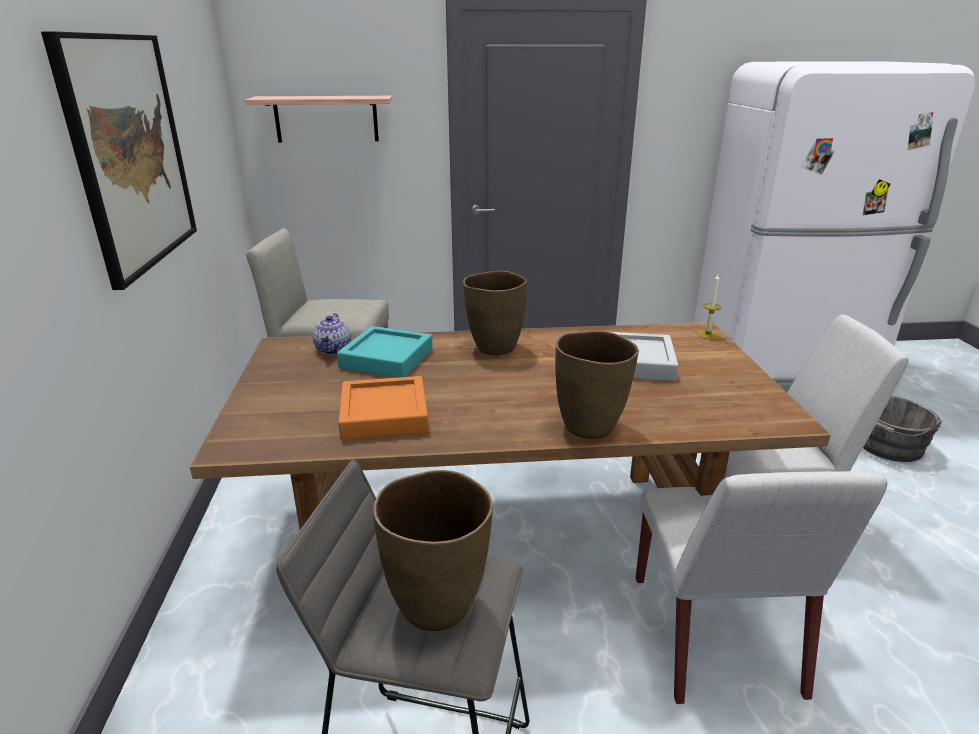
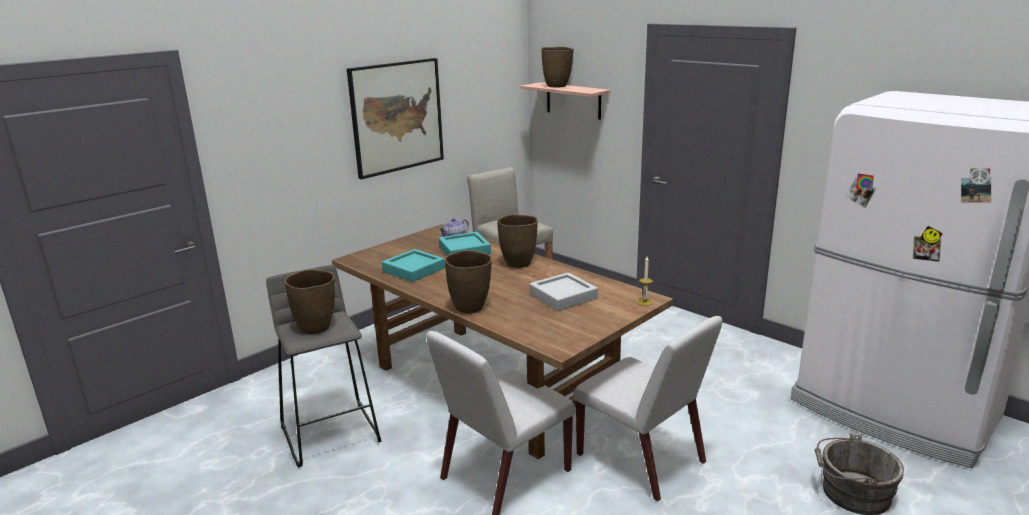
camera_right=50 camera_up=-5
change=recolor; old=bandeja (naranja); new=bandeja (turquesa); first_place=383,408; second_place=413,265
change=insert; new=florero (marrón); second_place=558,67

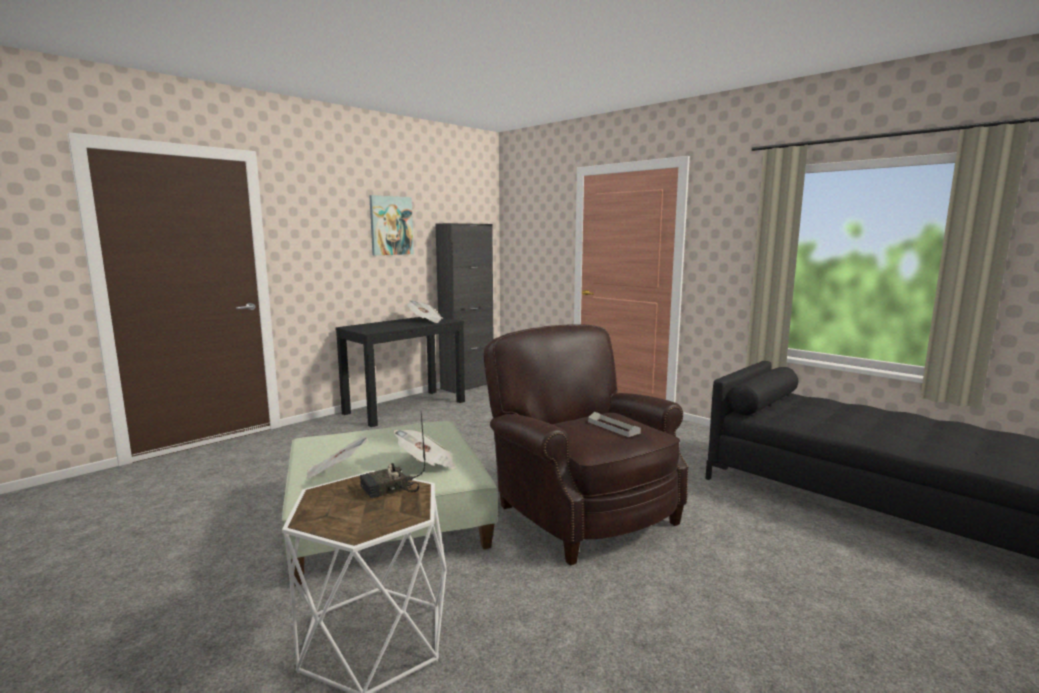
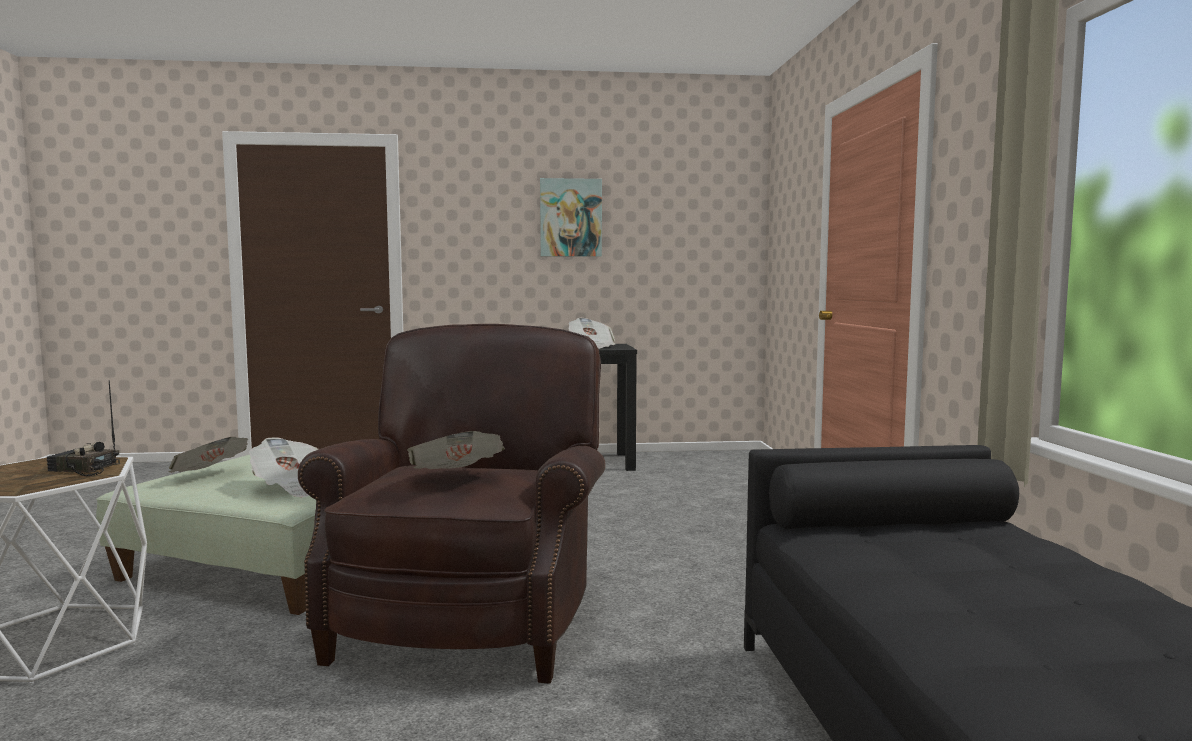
camera_right=40 camera_up=-5
change=delete; old=armario (negro); first_place=464,308
change=replace; old=bandeja (gris); new=periódico; first_place=614,424; second_place=456,450

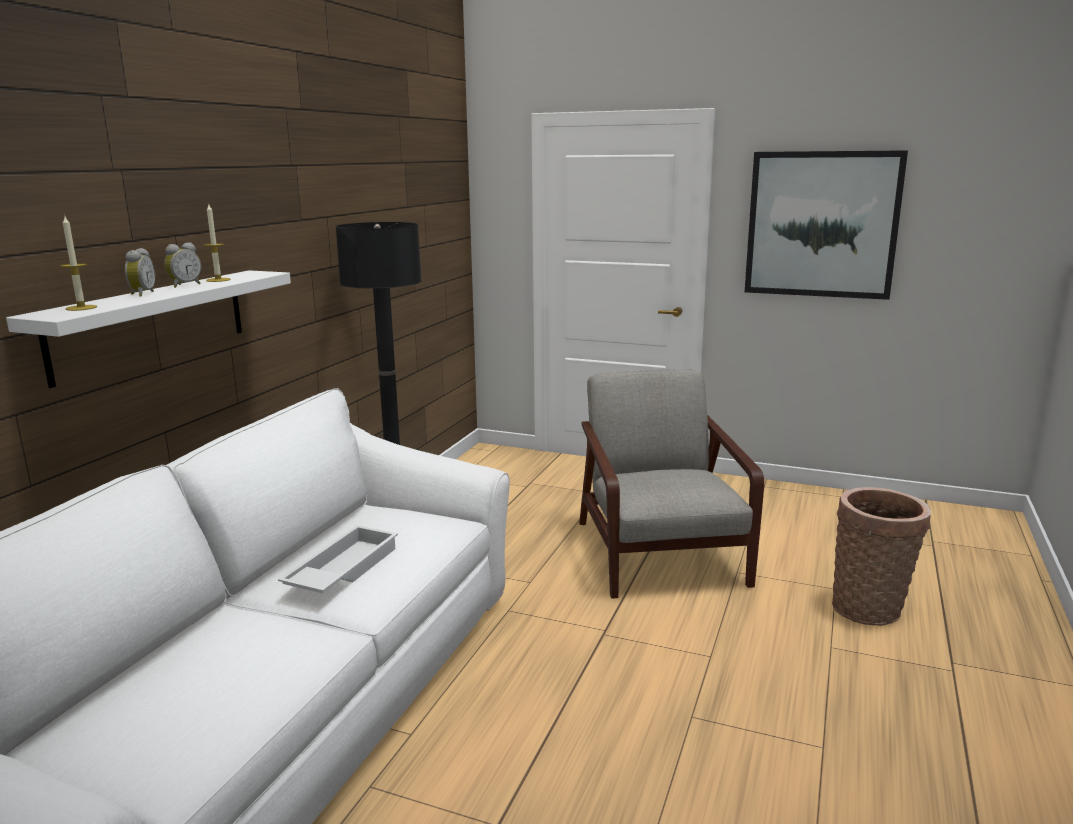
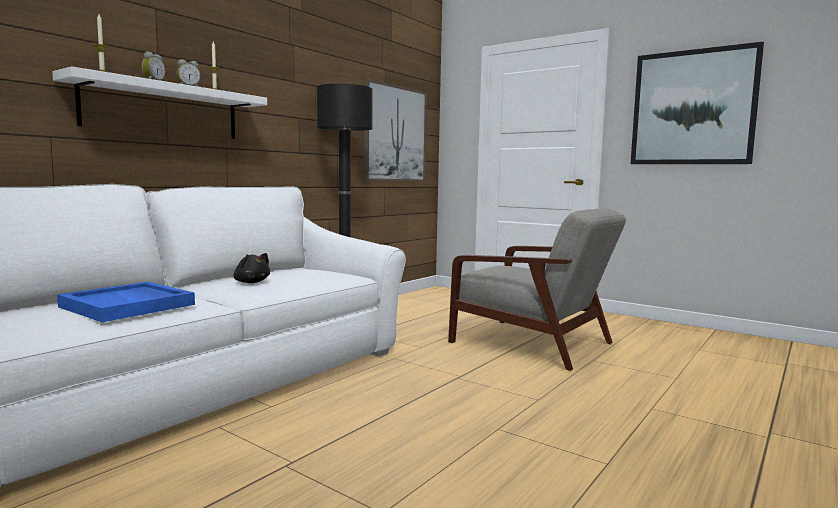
camera_right=15 camera_up=-10
change=replace; old=bandeja (blanco); new=peluche (negro); first_place=338,559; second_place=252,268
change=rotate; old=sillón (gris); first_place=671,484; second_place=537,290; degrees=120
change=delete; old=cesta; first_place=881,556
change=insert; new=bandeja (azul); second_place=126,302
change=insert; new=cuadro; second_place=395,130

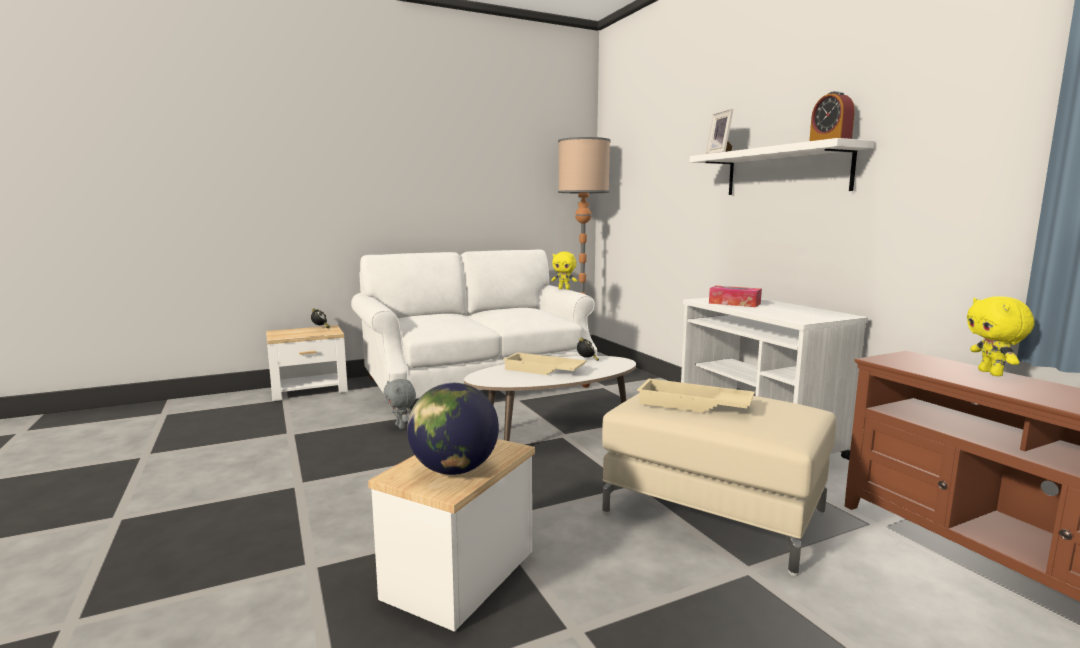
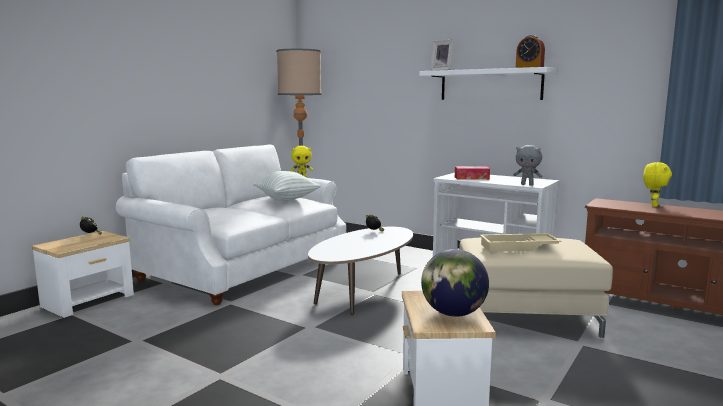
camera_right=-30 camera_up=0
change=move; old=peluche (gris); first_place=399,404; second_place=527,165
change=delete; old=bandeja (beis); first_place=545,363
change=rotate; old=peluche (amarillo); first_place=1001,336; second_place=657,184; degrees=-120
change=insert; new=cojín; second_place=287,186

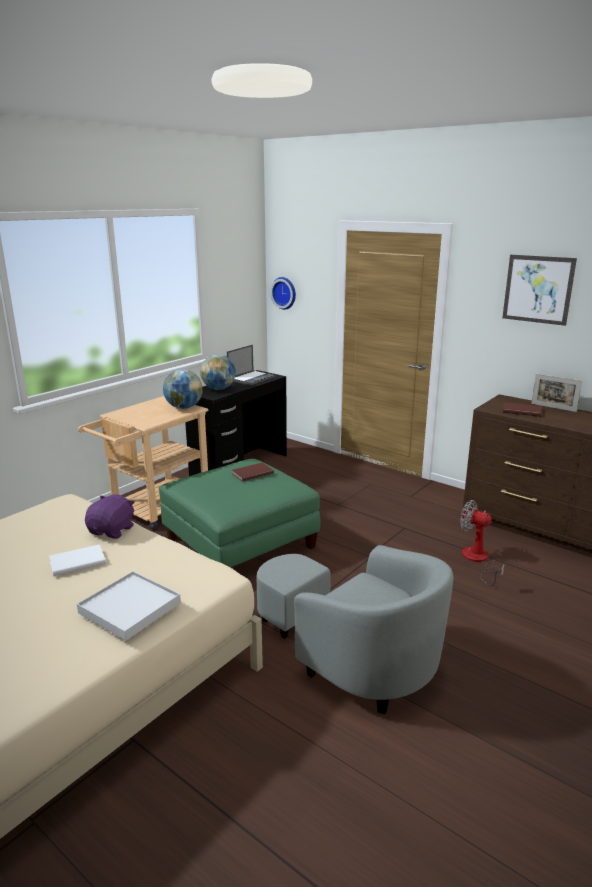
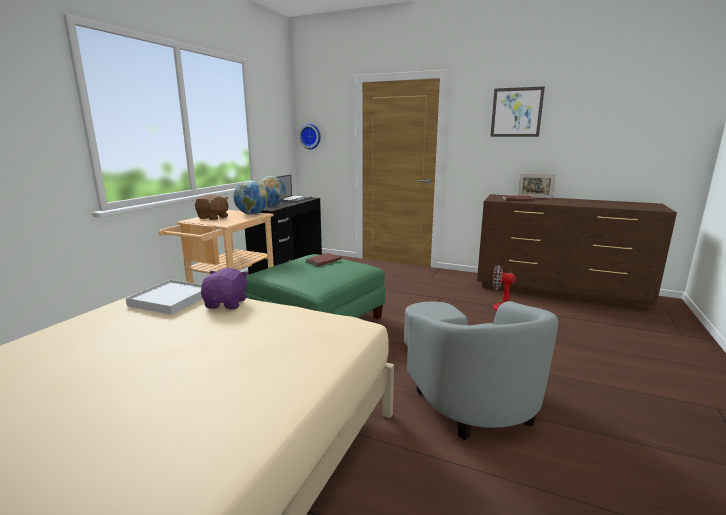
camera_right=-15 camera_up=-5
change=delete; old=libro (blanco); first_place=77,560
change=move; old=bandeja (blanco); first_place=129,606; second_place=164,297
change=rotate; old=sillón (gris); first_place=355,629; second_place=481,370; degrees=45
change=insert; new=peluche (marrón); second_place=212,207

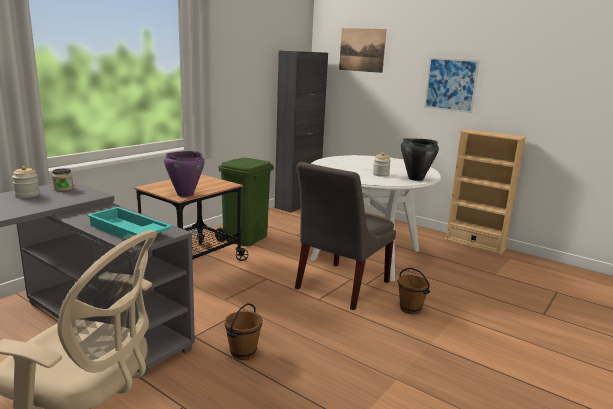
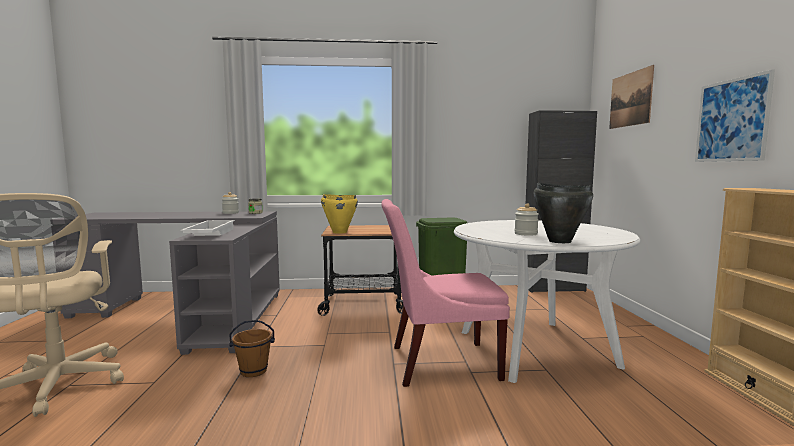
camera_right=50 camera_up=-10
change=recolor; old=bandeja (turquesa); new=bandeja (blanco); first_place=130,222; second_place=207,228
change=recolor; old=olla (morado); new=olla (amarillo); first_place=184,174; second_place=339,214
change=recolor; old=silla (gris); new=silla (rosa); first_place=345,236; second_place=446,293
change=delete; old=cubo (marrón); first_place=413,291

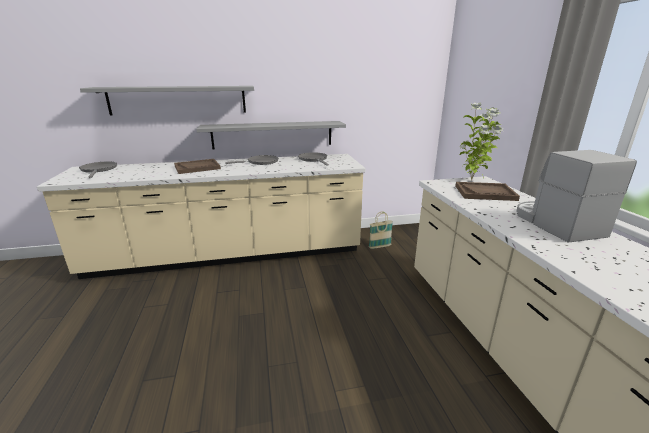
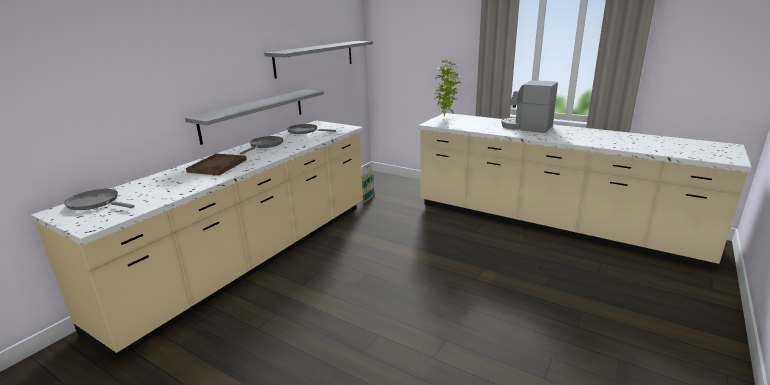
camera_right=-45 camera_up=0
change=move; old=estante (gris); first_place=167,100; second_place=318,60
change=delete; old=bandeja (marrón); first_place=487,191

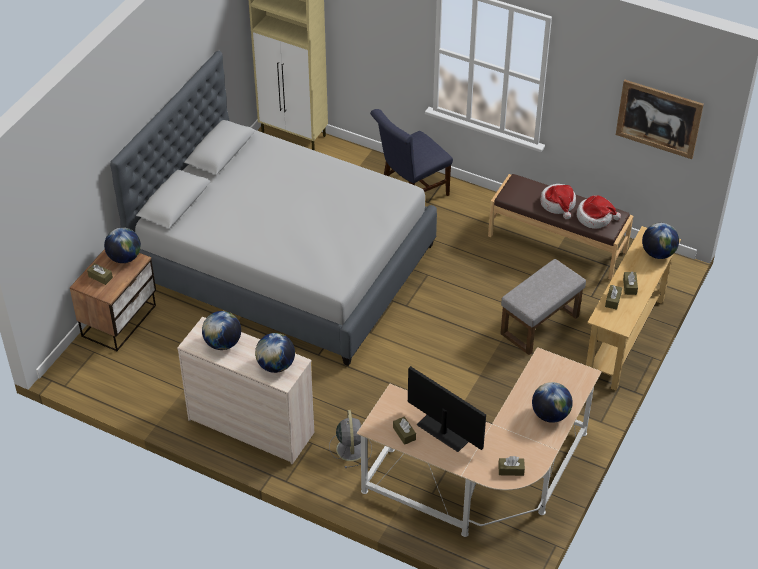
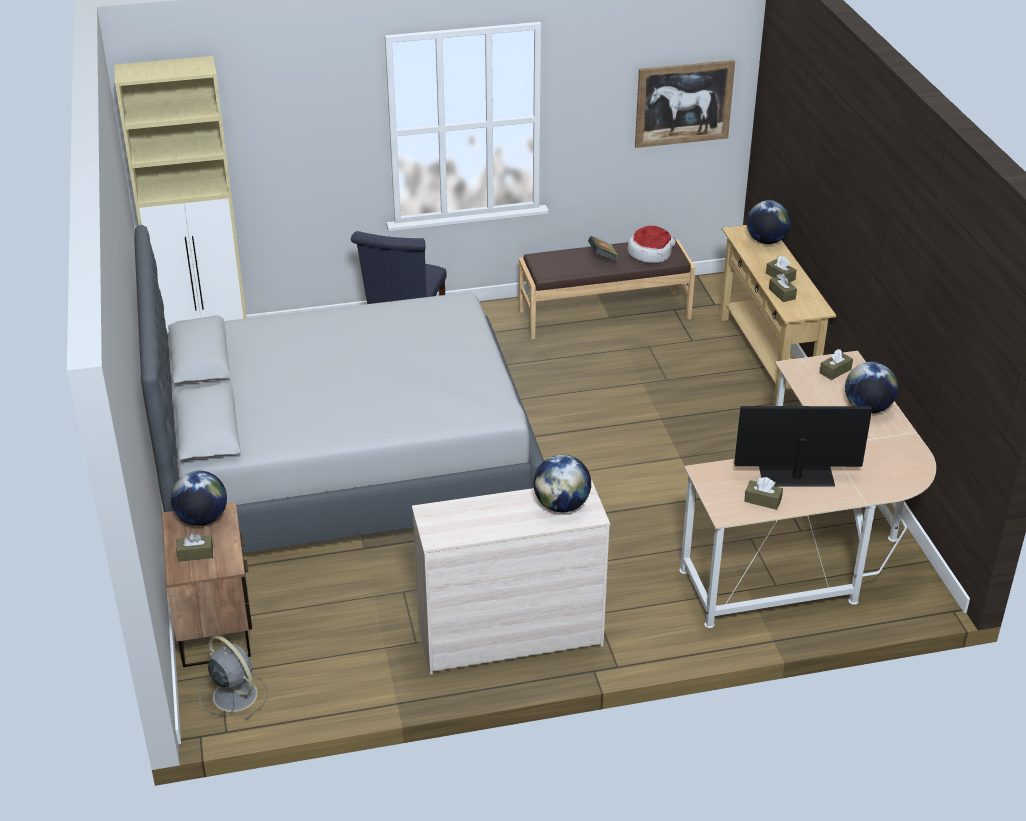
camera_right=-40 camera_up=-10
change=delete; old=globo terráqueo; first_place=221,330
change=move; old=ventilador (gris); first_place=350,439; second_place=233,678
change=move; old=caja de pañuelos (marrón); first_place=511,466; second_place=836,364
change=delete; old=puf (gris); first_place=543,307
change=replace; old=sombrero; new=libro; first_place=558,202; second_place=603,248

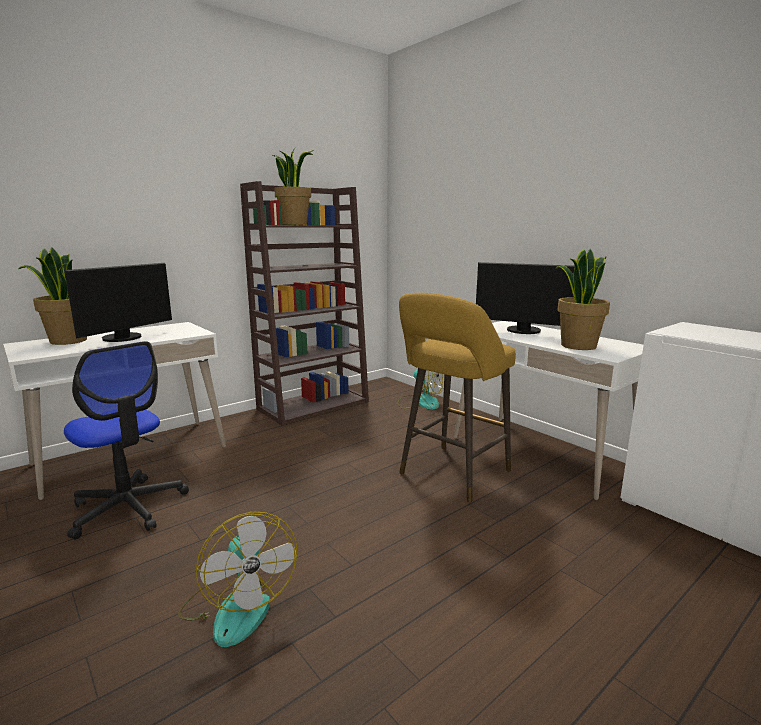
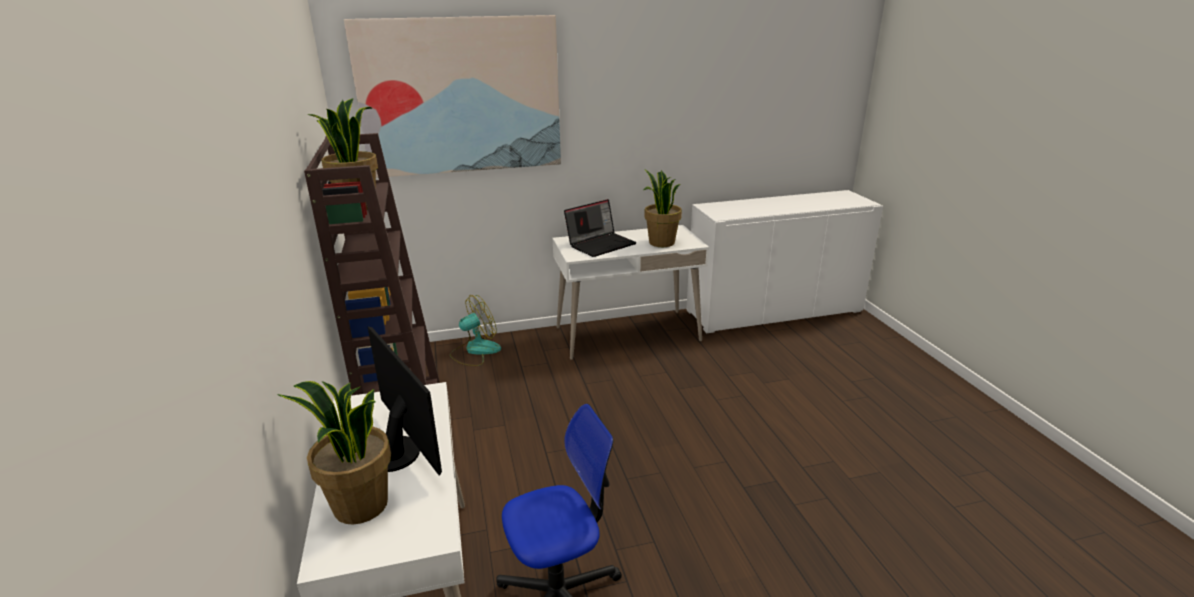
camera_right=-65 camera_up=10
change=delete; old=ventilador; first_place=237,579
change=delete; old=taburete (amarillo); first_place=457,397
change=replace; old=monitor; new=portátil; first_place=525,298; second_place=600,228
change=insert; new=cuadro; second_place=452,96

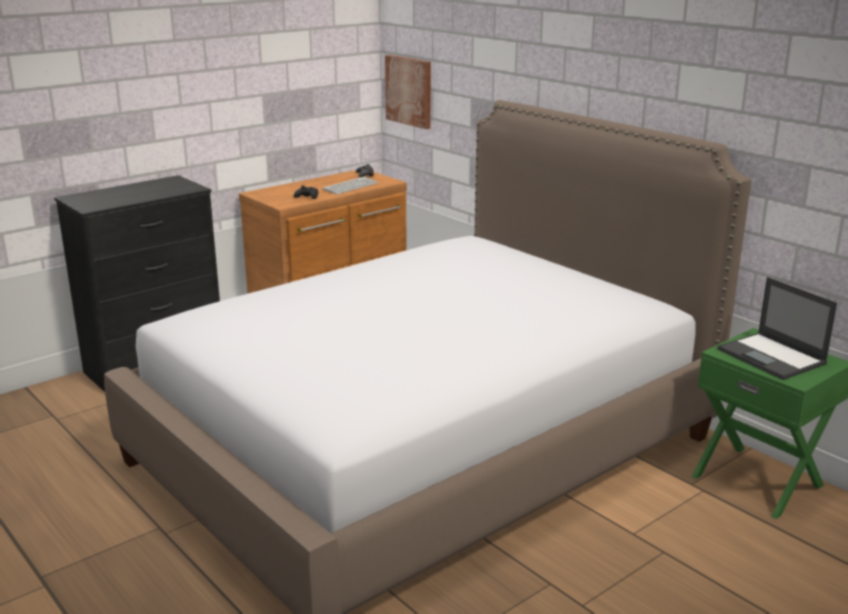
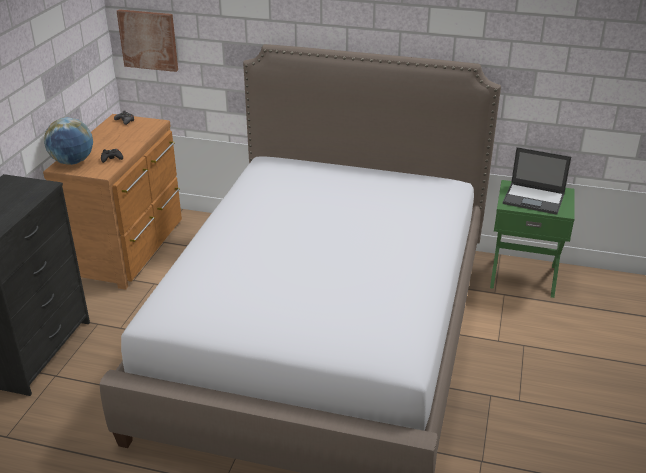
camera_right=-35 camera_up=10
change=delete; old=teclado; first_place=350,186
change=insert; new=globo terráqueo; second_place=68,141

